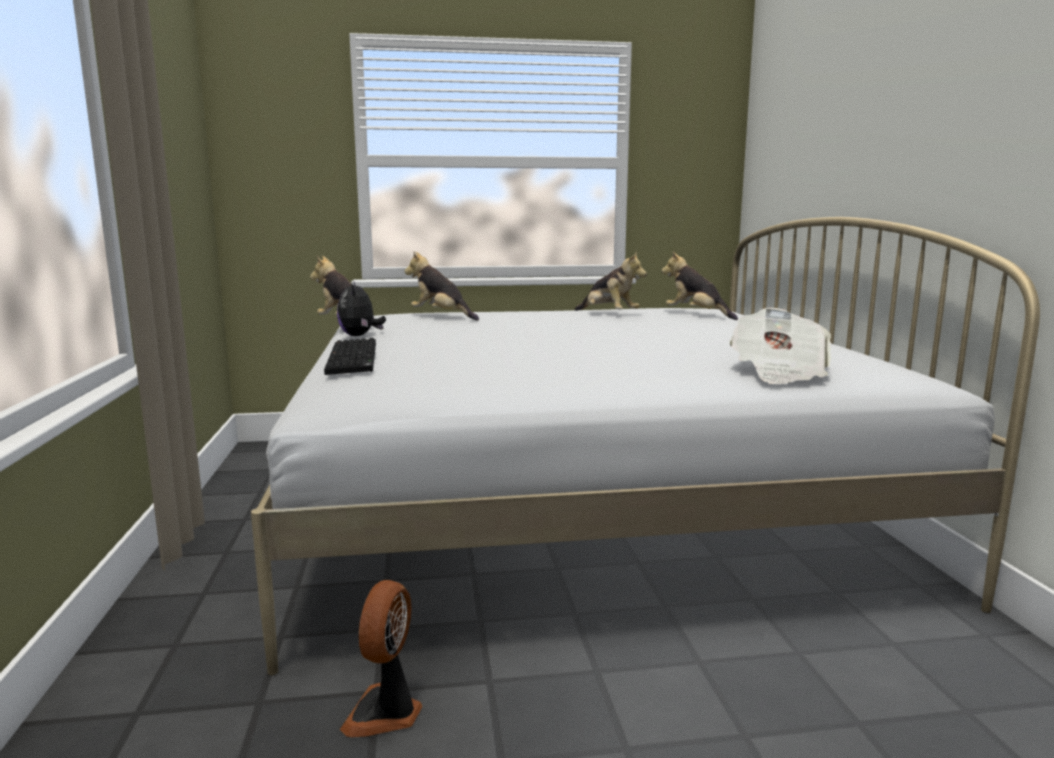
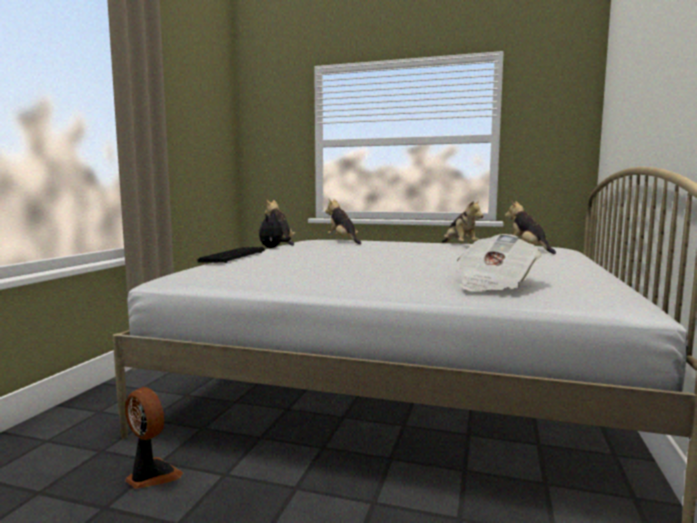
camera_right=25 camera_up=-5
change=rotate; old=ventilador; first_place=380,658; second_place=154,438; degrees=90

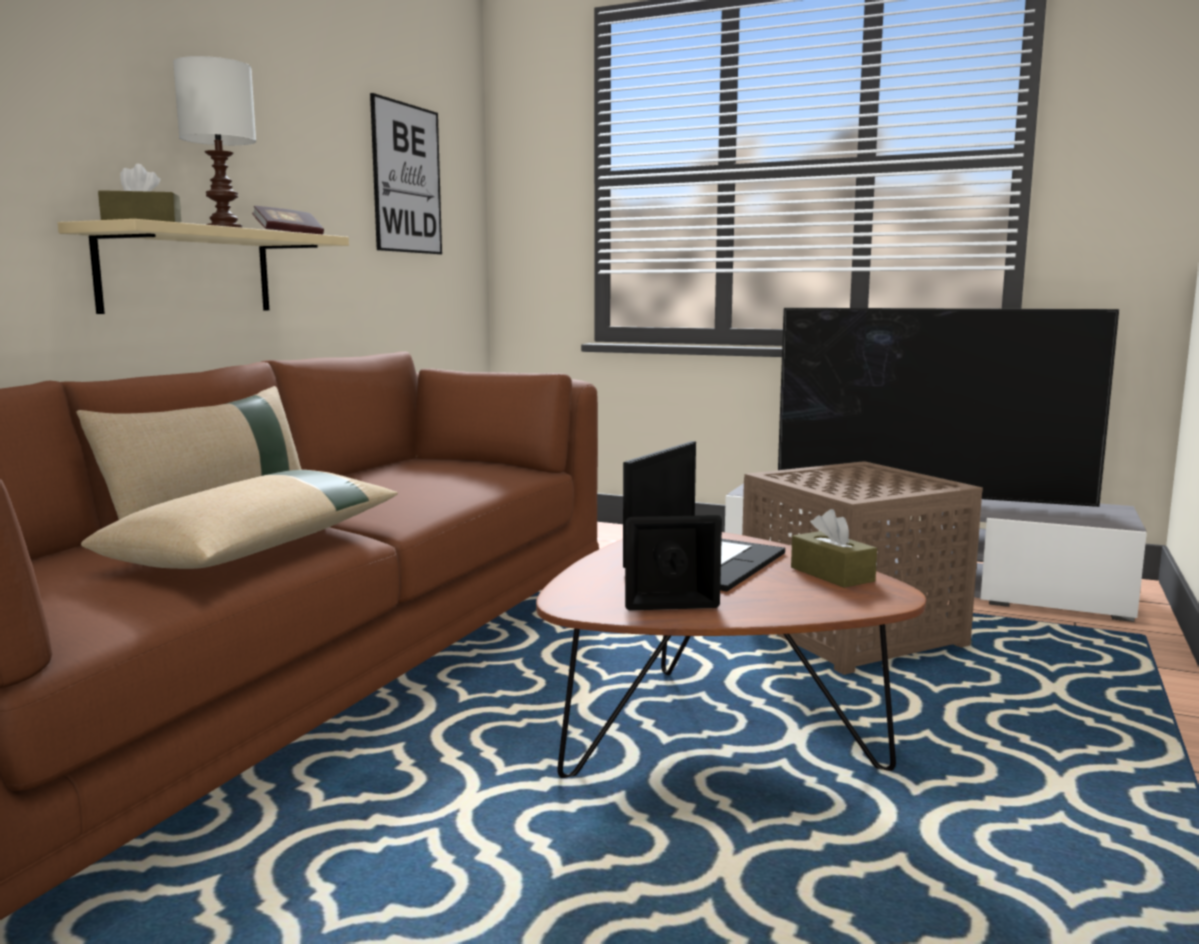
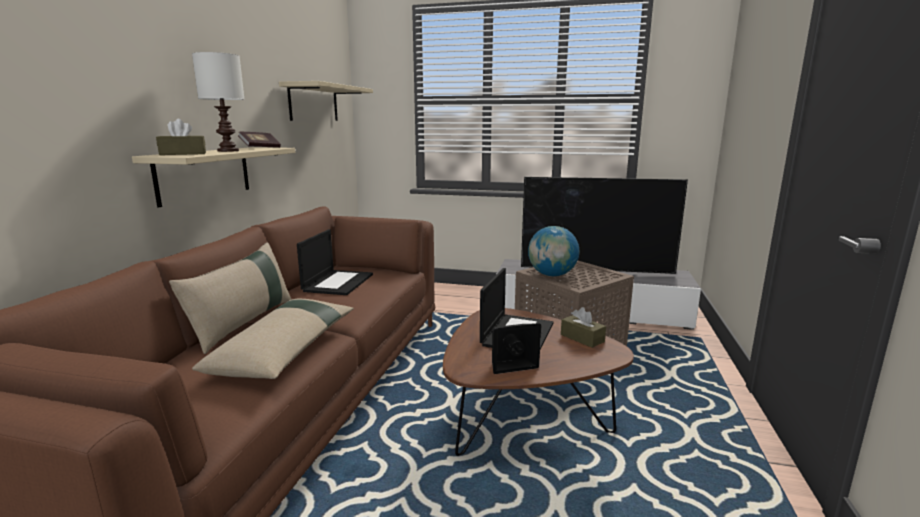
camera_right=-10 camera_up=5
change=replace; old=cuadro; new=estante (beis); first_place=406,174; second_place=326,101
change=insert; new=portátil; second_place=335,262
change=insert; new=globo terráqueo; second_place=554,251

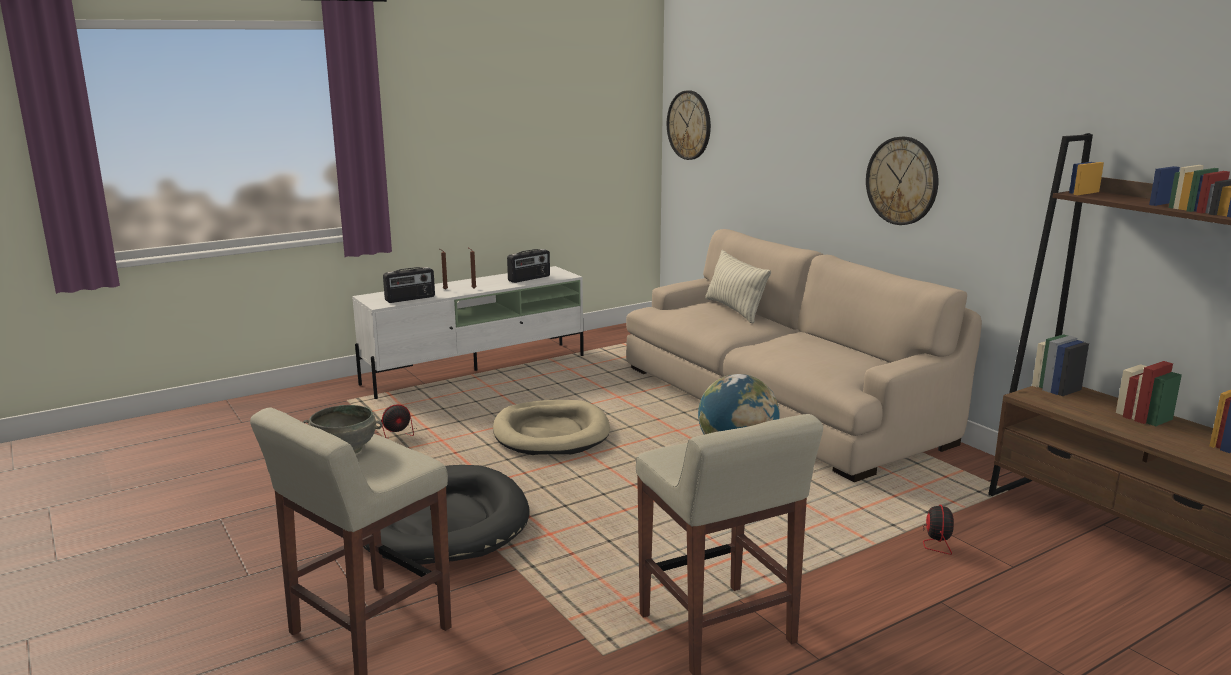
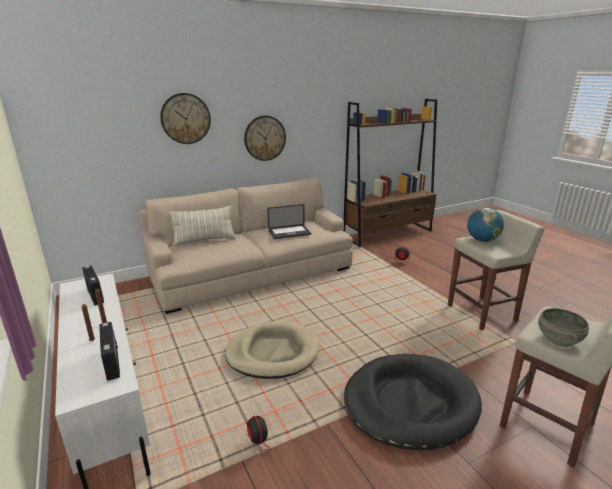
camera_right=-85 camera_up=5
change=move; old=reloj de pared; first_place=689,125; second_place=185,118
change=insert; new=portátil; second_place=289,221

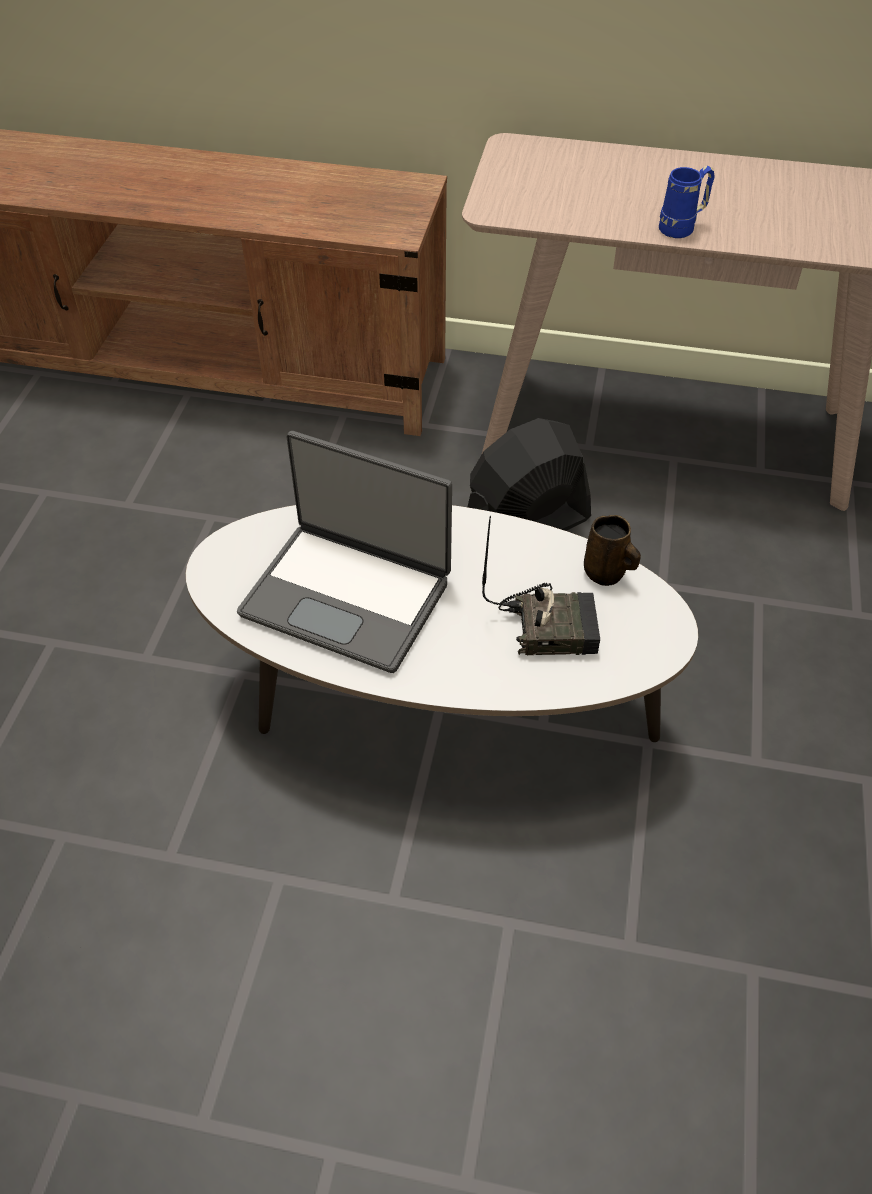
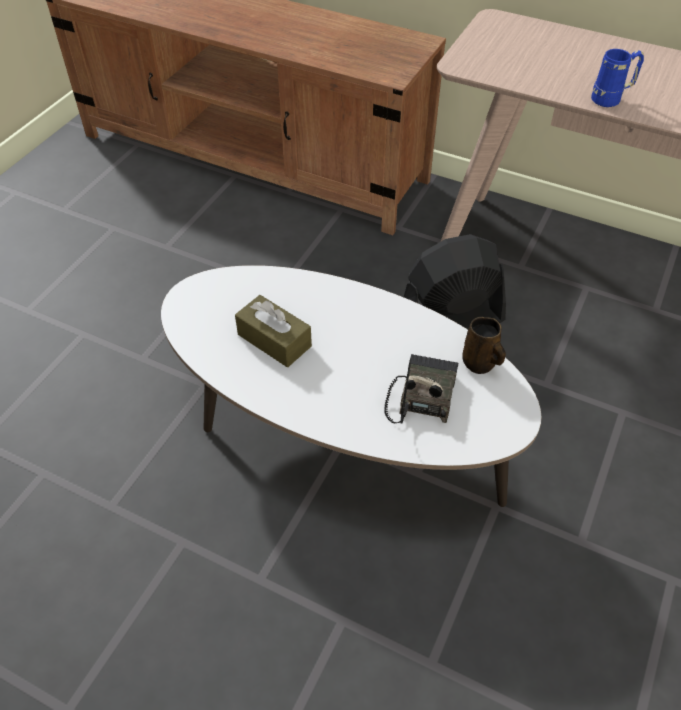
camera_right=15 camera_up=0
change=replace; old=portátil; new=caja de pañuelos (marrón); first_place=344,552; second_place=273,331
change=rotate; old=radio; first_place=541,585; second_place=421,389; degrees=-90

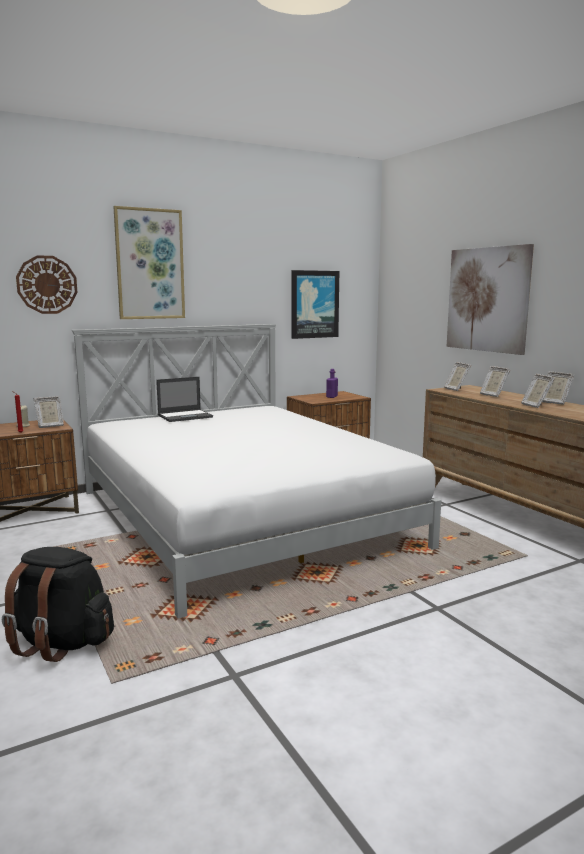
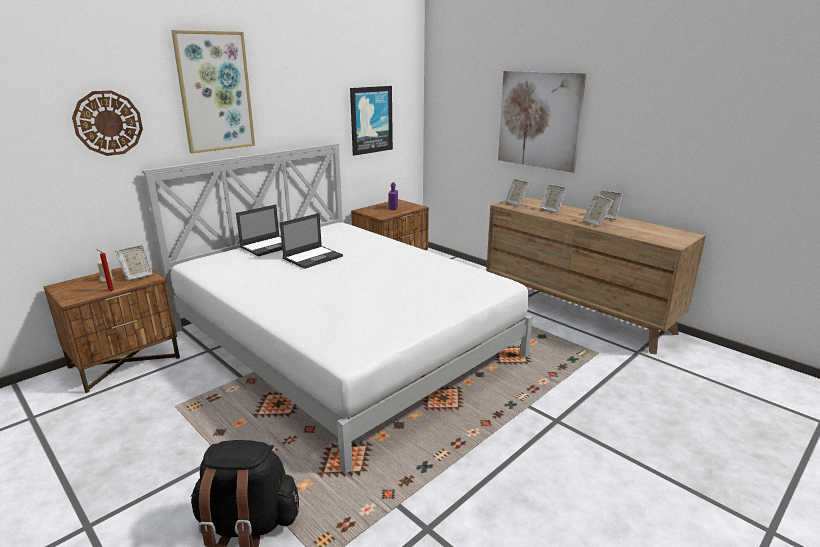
camera_right=-15 camera_up=10
change=insert; new=portátil; second_place=311,241

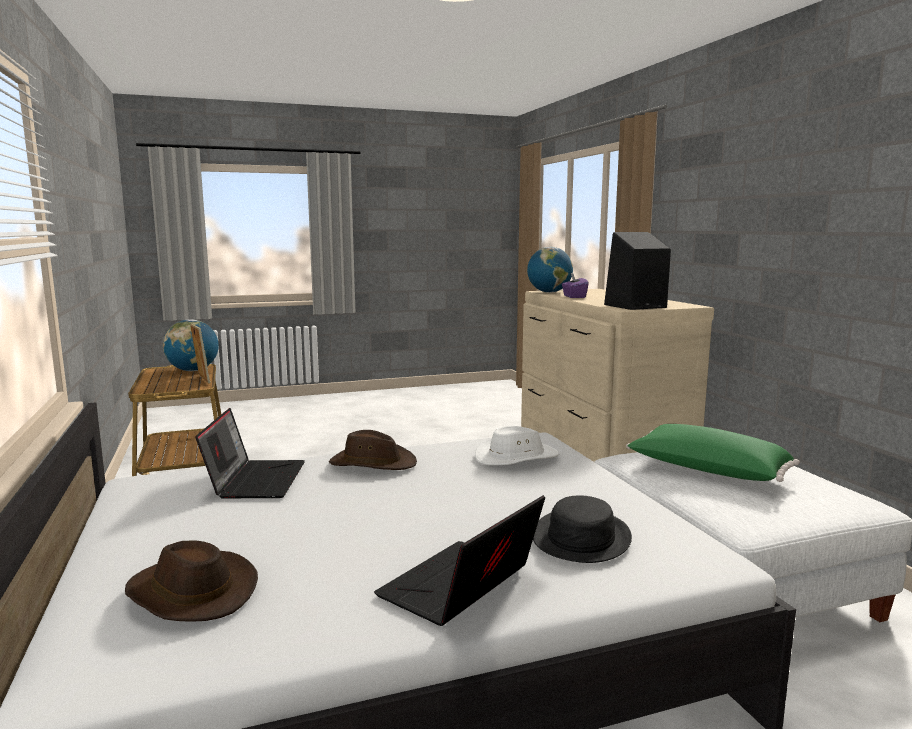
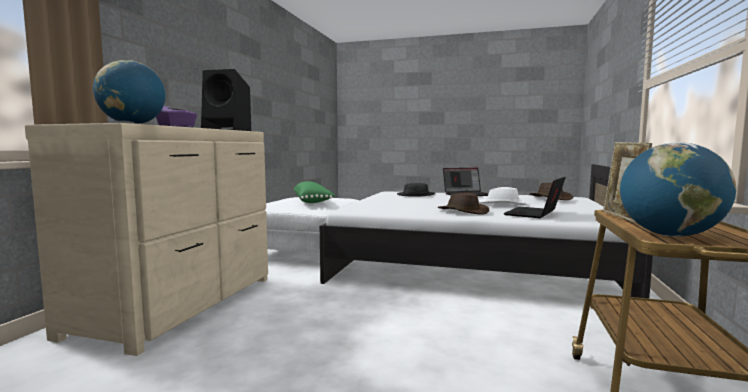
camera_right=-145 camera_up=-5
change=move; old=sombrero (blanco); first_place=517,445; second_place=502,196

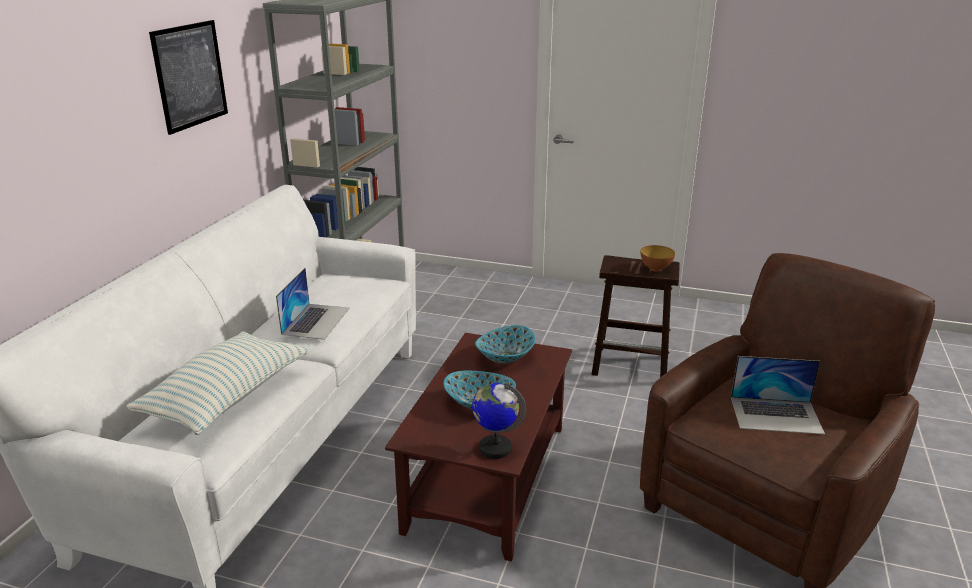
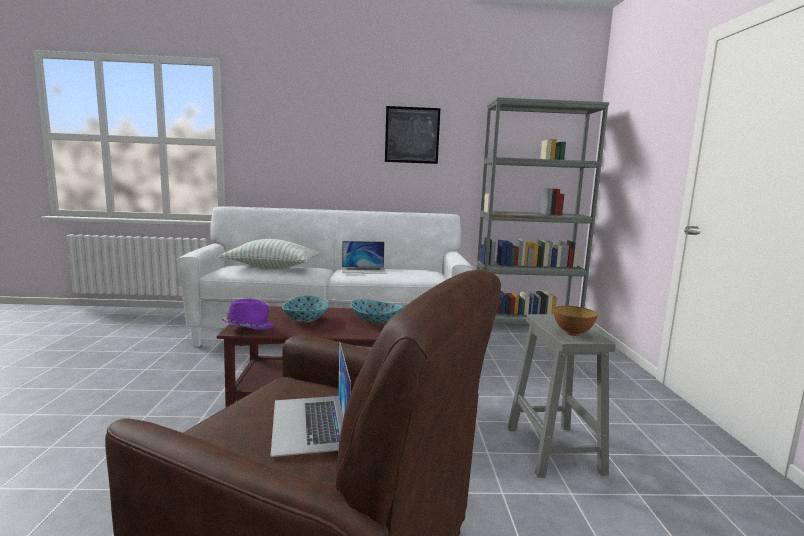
camera_right=70 camera_up=-15
change=replace; old=globo terráqueo; new=sombrero (morado); first_place=499,421; second_place=248,314
change=recolor; old=taburete (marrón); new=taburete (gris); first_place=636,316; second_place=562,396

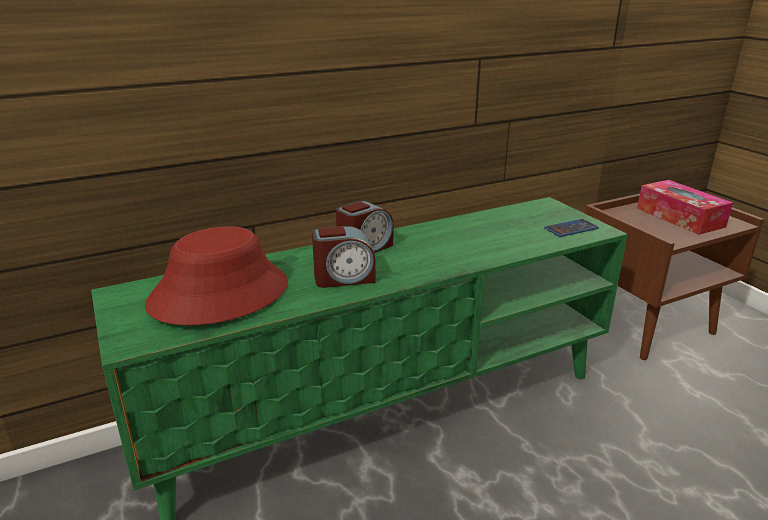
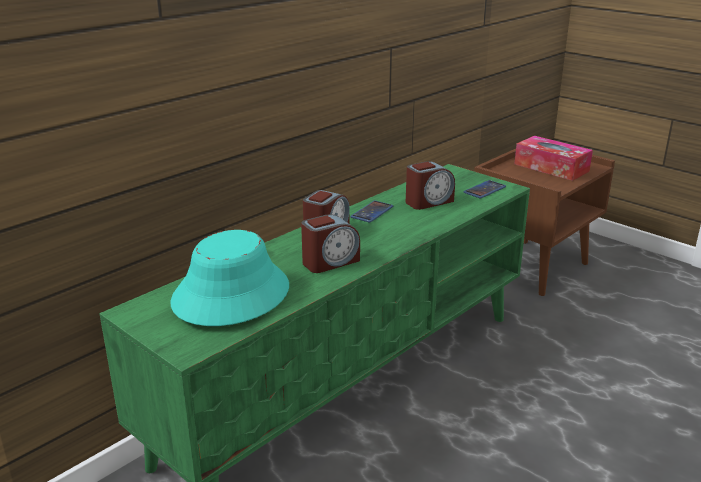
camera_right=-20 camera_up=0
change=recolor; old=sombrero (rojo); new=sombrero (turquesa); first_place=216,275; second_place=230,278
change=insert; new=móvil; second_place=372,211
change=insert; new=despertador; second_place=430,185

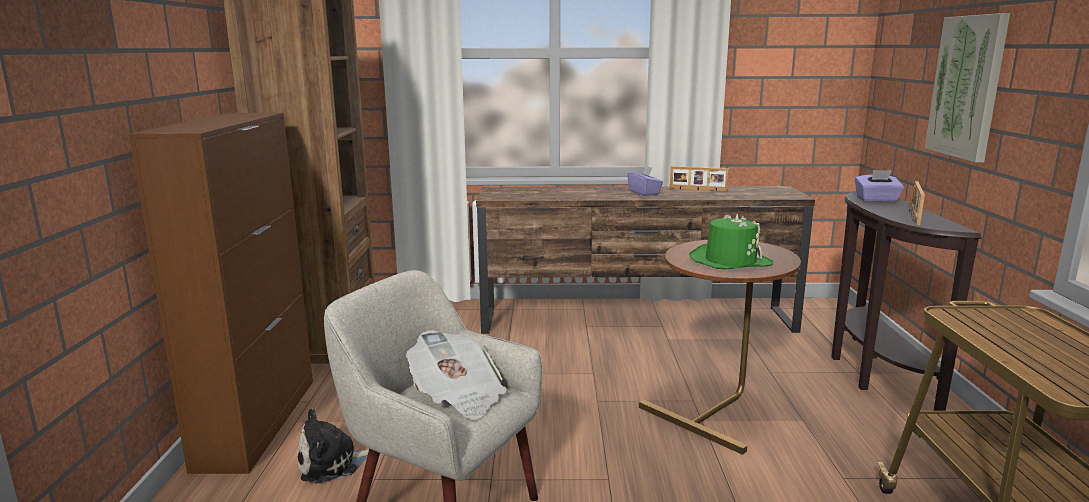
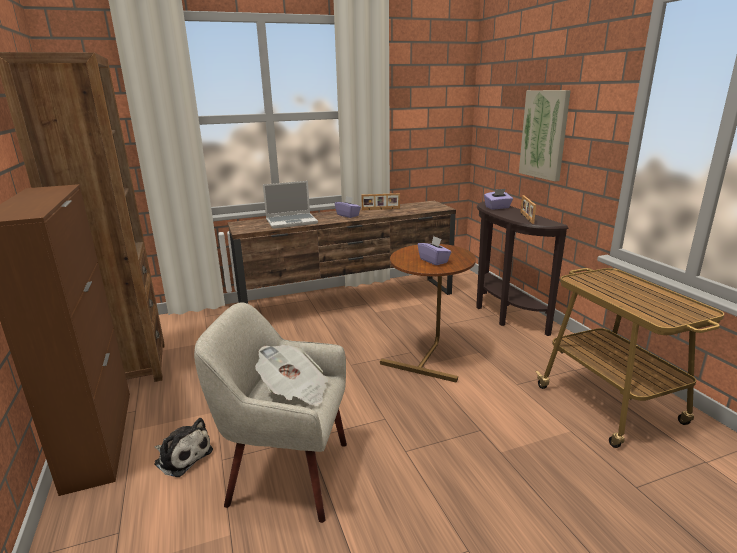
camera_right=-20 camera_up=5
change=rotate; old=peluche; first_place=333,446; second_place=183,447; degrees=-105
change=replace; old=sombrero (verde); new=caja de pañuelos (morado); first_place=731,242; second_place=434,250
change=insert; new=portátil; second_place=290,205

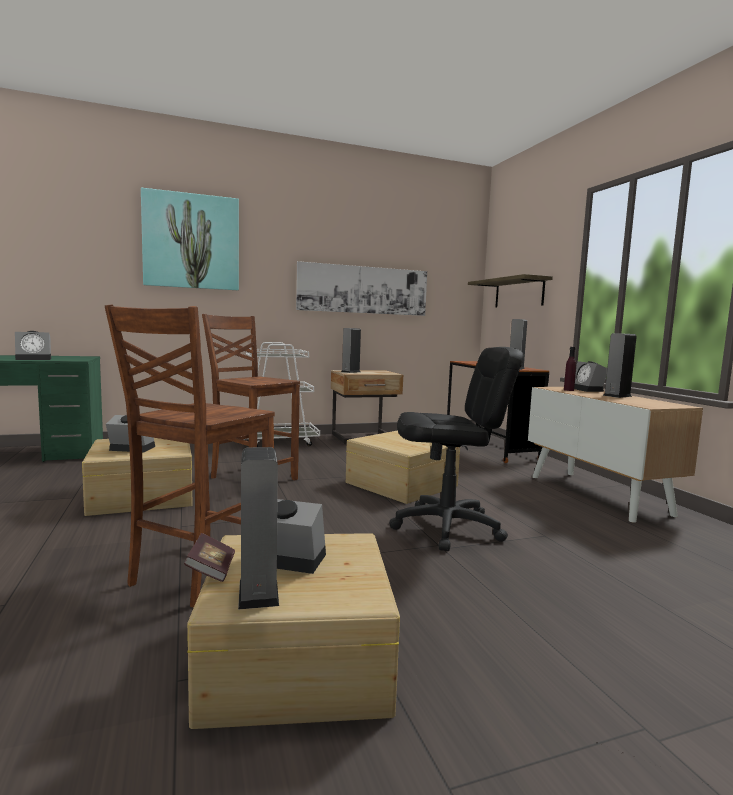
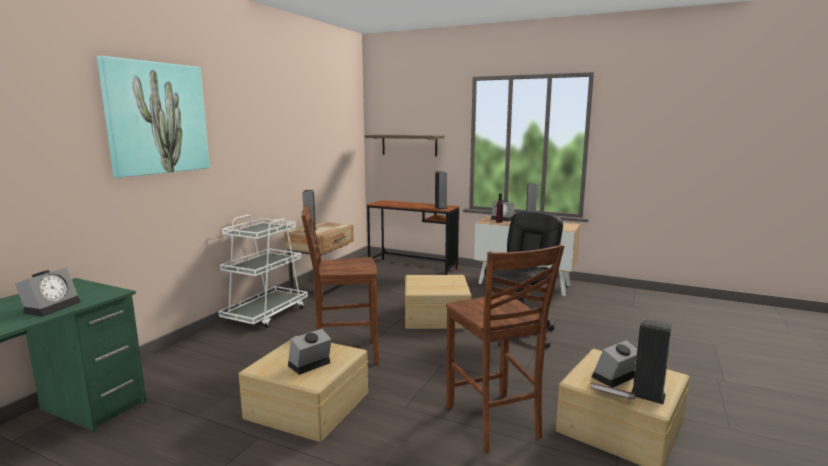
camera_right=-45 camera_up=5
change=delete; old=cuadro; first_place=361,288

